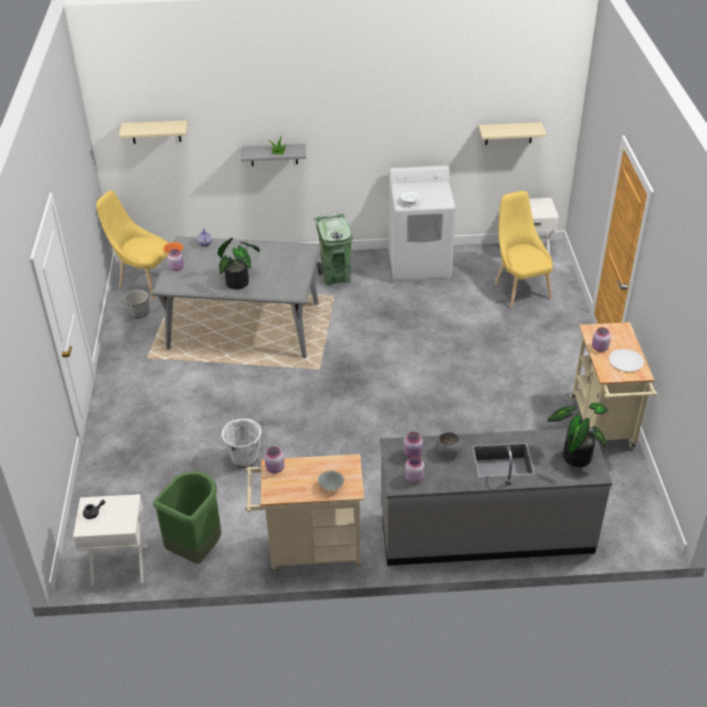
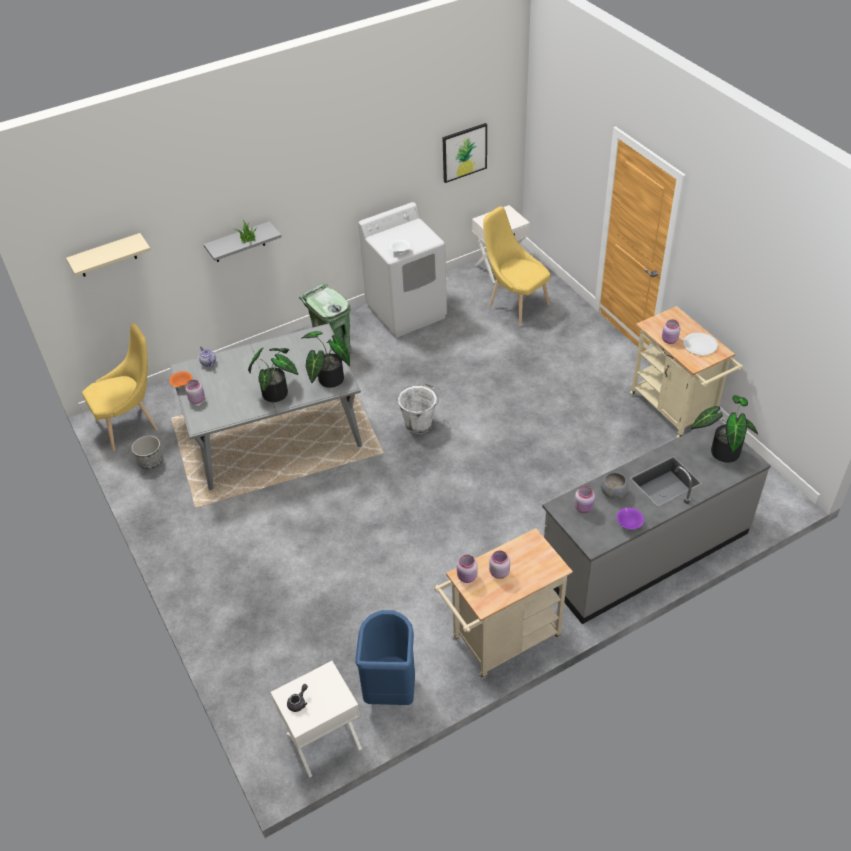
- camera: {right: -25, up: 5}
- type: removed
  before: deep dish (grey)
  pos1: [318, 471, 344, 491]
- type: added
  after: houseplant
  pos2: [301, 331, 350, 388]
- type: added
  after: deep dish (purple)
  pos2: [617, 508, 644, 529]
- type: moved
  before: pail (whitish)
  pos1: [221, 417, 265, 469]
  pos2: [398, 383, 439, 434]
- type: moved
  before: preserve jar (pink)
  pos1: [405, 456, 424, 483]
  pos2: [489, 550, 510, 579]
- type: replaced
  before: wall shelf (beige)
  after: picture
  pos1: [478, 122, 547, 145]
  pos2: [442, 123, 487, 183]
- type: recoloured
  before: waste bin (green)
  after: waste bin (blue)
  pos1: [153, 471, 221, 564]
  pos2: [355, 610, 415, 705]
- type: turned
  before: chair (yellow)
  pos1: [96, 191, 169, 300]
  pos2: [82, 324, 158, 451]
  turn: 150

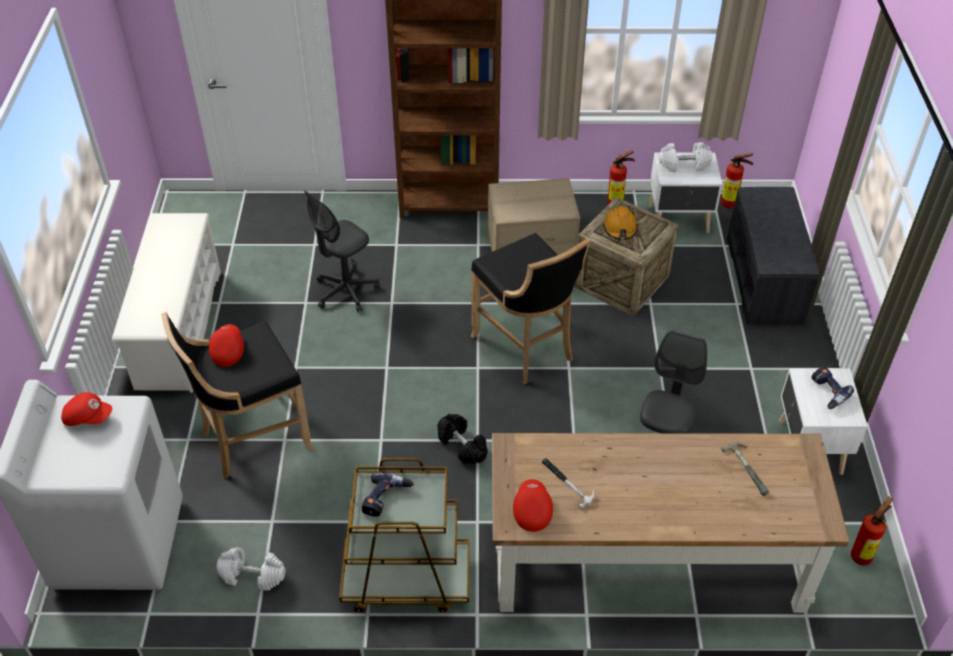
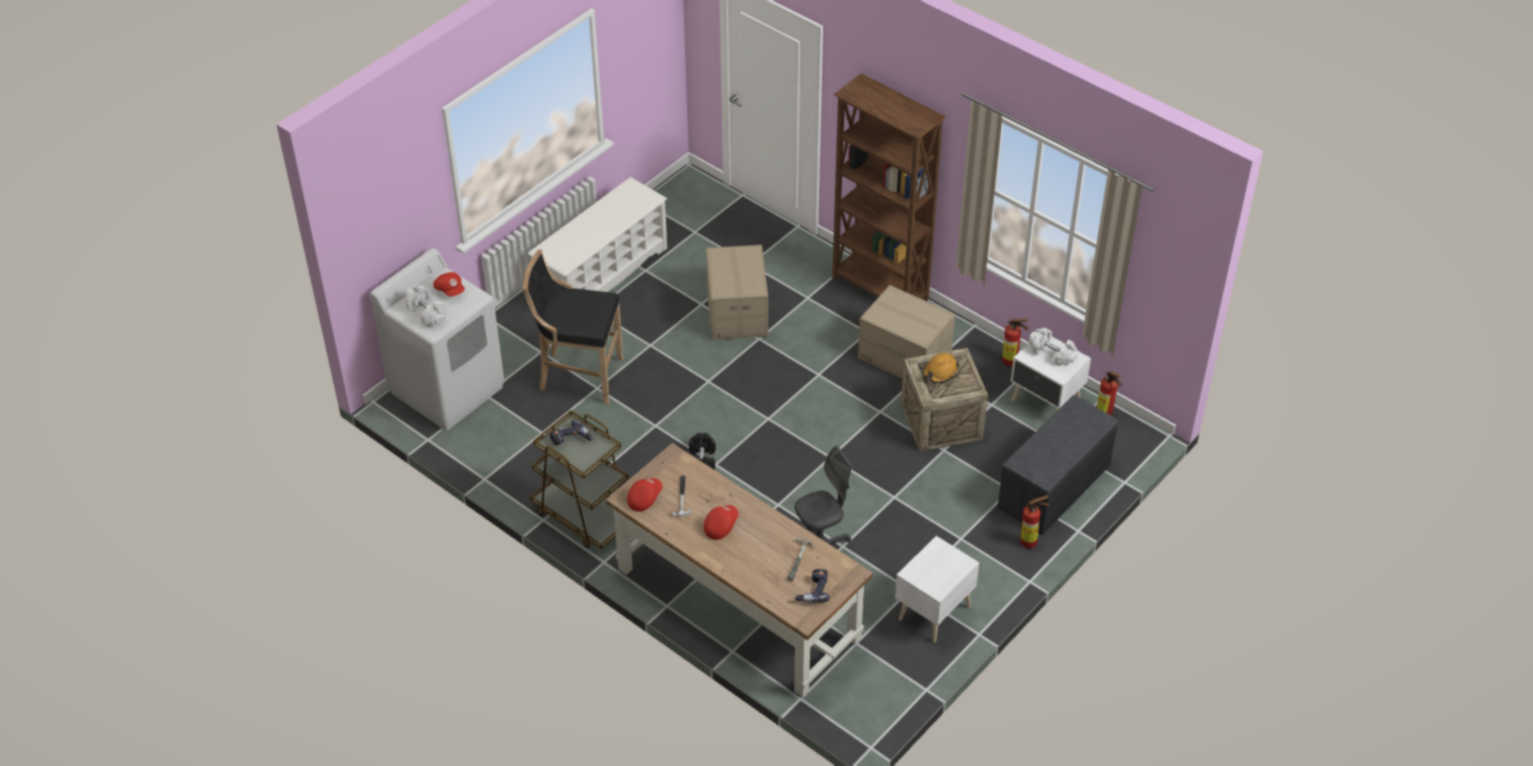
- camera: {right: 40, up: 0}
- type: removed
  before: stool (black)
  pos1: [471, 233, 590, 384]
- type: moved
  before: cap (reddish)
  pos1: [209, 324, 244, 367]
  pos2: [703, 505, 739, 540]
- type: moved
  before: dumbbell (whitish)
  pos1: [216, 548, 285, 590]
  pos2: [405, 286, 446, 327]
- type: moved
  before: drill
  pos1: [811, 366, 854, 409]
  pos2: [795, 569, 830, 603]
- type: moved
  before: fire-fighting cylinder
  pos1: [851, 497, 893, 565]
  pos2: [1020, 495, 1050, 548]
- type: replaced
  before: desk chair (grey)
  after: cardboard box
  pos1: [304, 190, 380, 312]
  pos2: [706, 245, 768, 340]

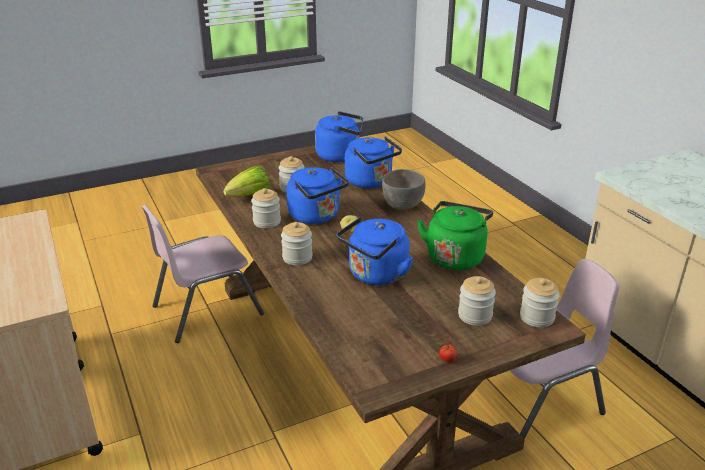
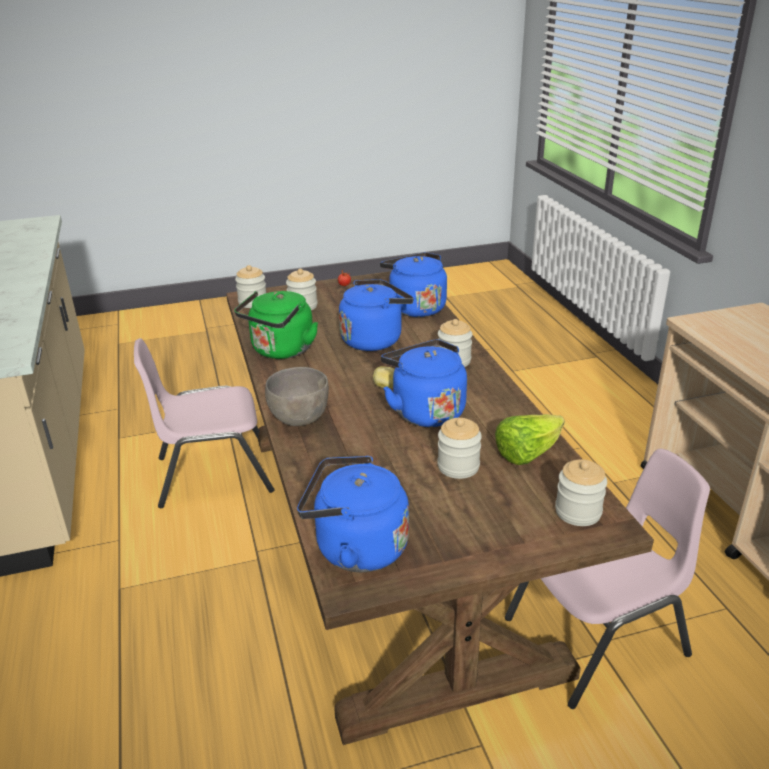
- camera: {right: -170, up: 0}
- type: moved
  before: preserve jar
  pos1: [251, 188, 281, 228]
  pos2: [555, 459, 607, 526]
- type: moved
  before: kettle (blue)
  pos1: [345, 136, 402, 188]
  pos2: [380, 252, 447, 317]

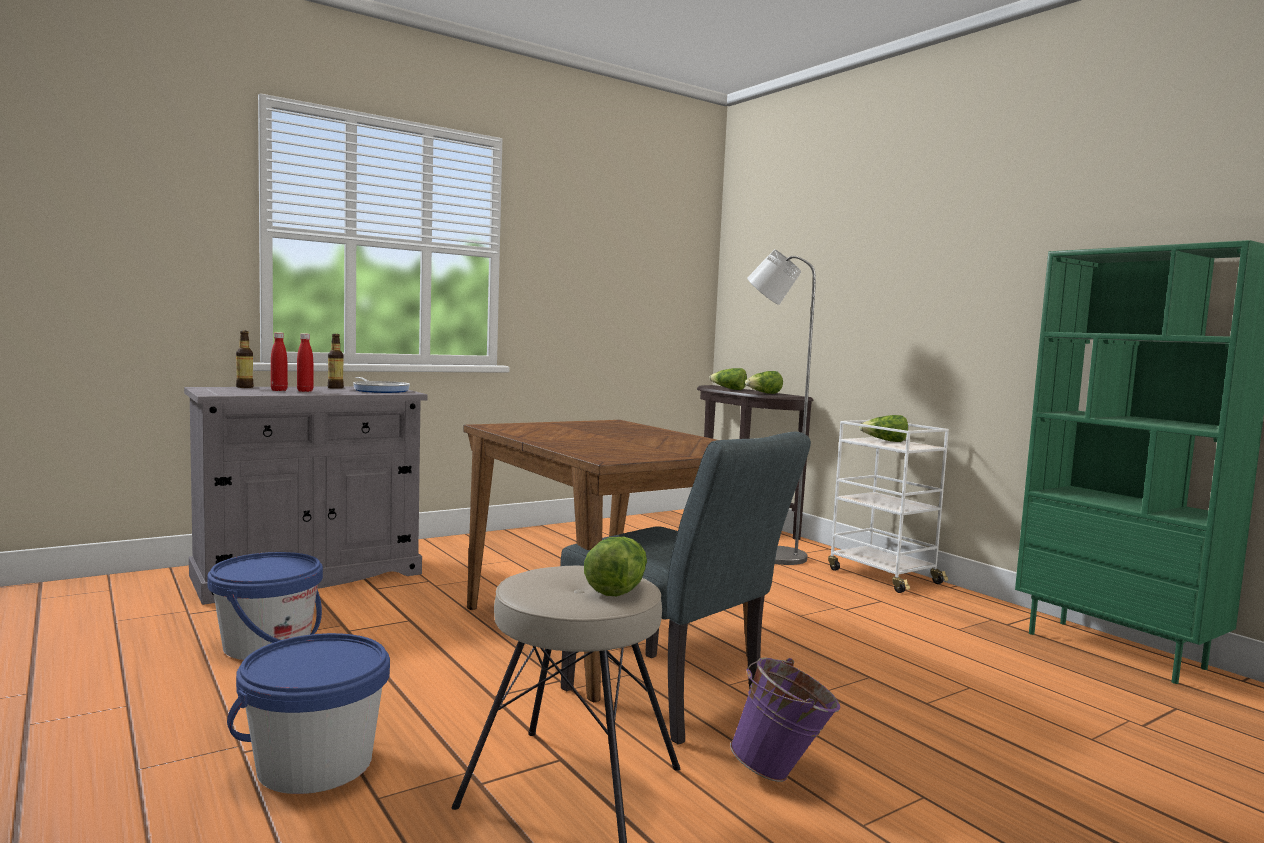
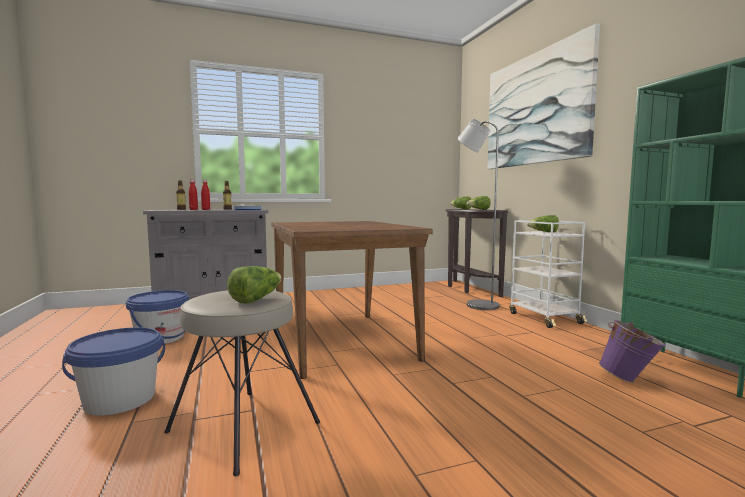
- camera: {right: 15, up: 0}
- type: removed
  before: chair (grey)
  pos1: [560, 432, 811, 745]
- type: added
  after: picture
  pos2: [488, 23, 600, 169]
- type: moved
  before: pail (purple)
  pos1: [730, 657, 840, 782]
  pos2: [599, 320, 666, 383]

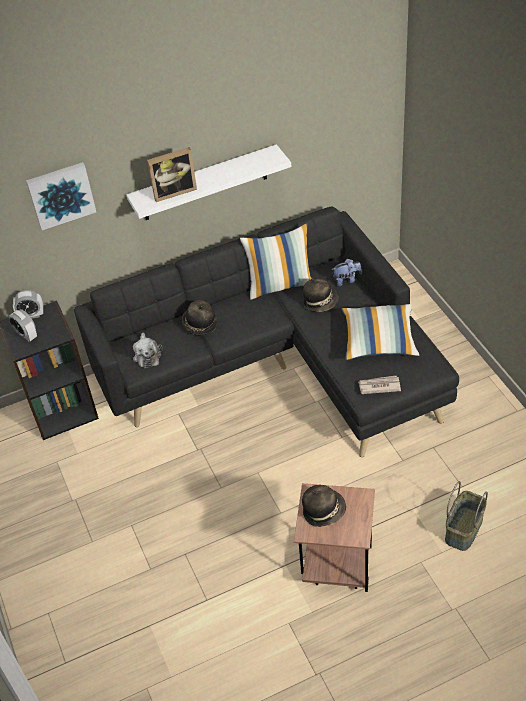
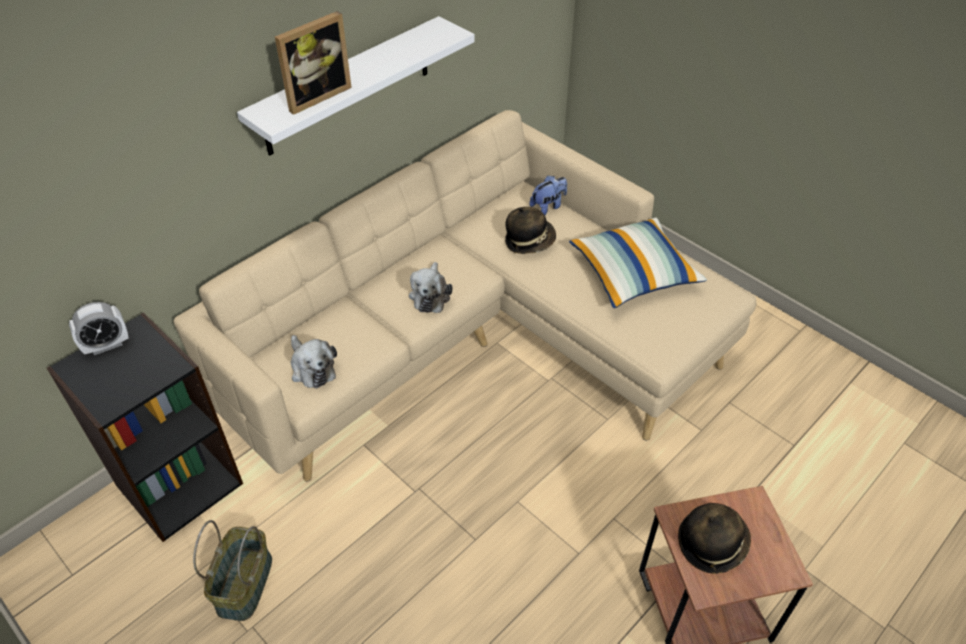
- camera: {right: -25, up: 0}
- type: removed
  before: table clock
  pos1: [9, 309, 37, 342]
- type: removed
  before: picture
  pos1: [26, 162, 96, 230]
- type: removed
  before: hat
  pos1: [182, 300, 217, 335]
- type: removed
  before: pillow
  pos1: [240, 223, 312, 300]
- type: removed
  before: newspaper
  pos1: [358, 376, 401, 394]
- type: added
  after: plush toy
  pos2: [409, 262, 453, 313]
- type: moved
  before: household basket
  pos1: [445, 481, 488, 551]
  pos2: [193, 520, 272, 621]
- type: recoloured
  before: settee (black)
  after: settee (beige)
  pos1: [74, 207, 459, 457]
  pos2: [174, 110, 756, 481]

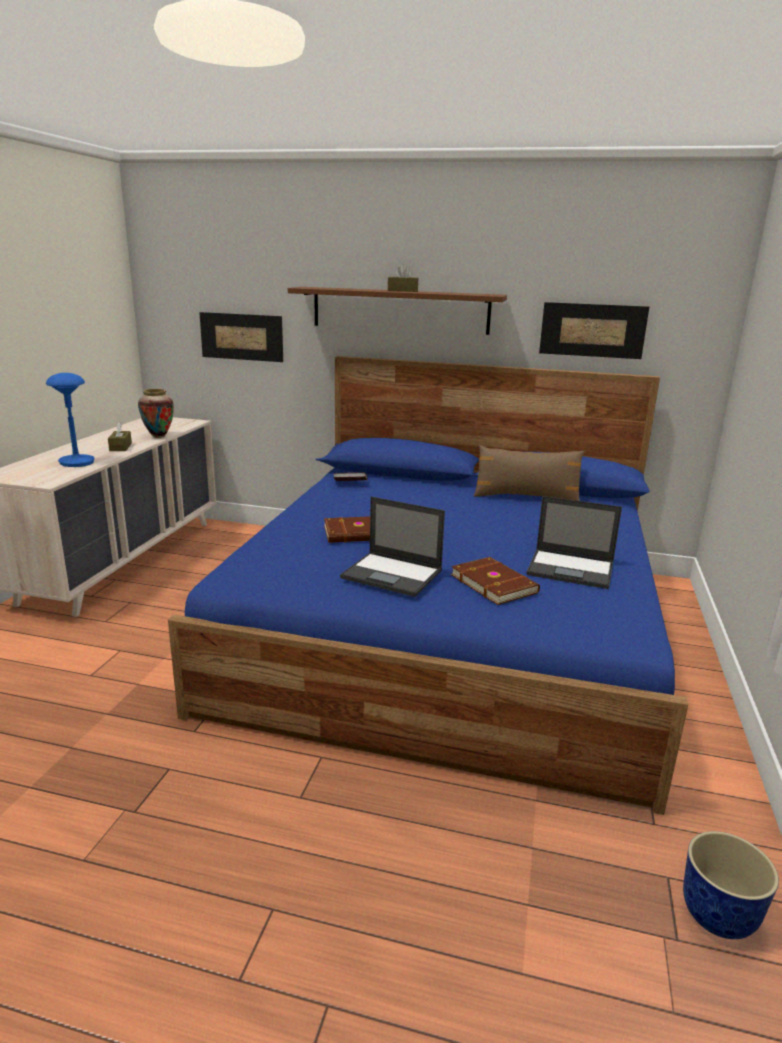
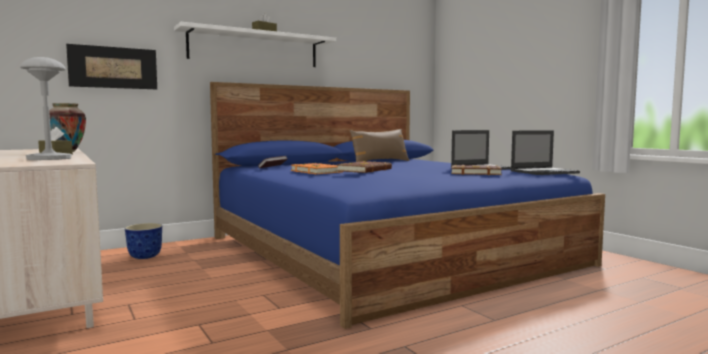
- camera: {right: -45, up: -15}
- type: removed
  before: picture
  pos1: [539, 302, 649, 359]
- type: added
  after: volume (orangey)
  pos2: [291, 163, 344, 174]
- type: moved
  before: notebook computer
  pos1: [340, 497, 445, 597]
  pos2: [511, 130, 580, 175]
- type: moved
  before: planter
  pos1: [683, 831, 779, 939]
  pos2: [125, 223, 162, 259]
- type: recoloured
  before: lamp for a table (blue)
  after: lamp for a table (grey)
  pos1: [46, 373, 95, 467]
  pos2: [20, 57, 72, 160]
- type: recoloured
  before: wall shelf (brown-coloured)
  after: wall shelf (whitish)
  pos1: [288, 287, 507, 335]
  pos2: [174, 22, 336, 67]

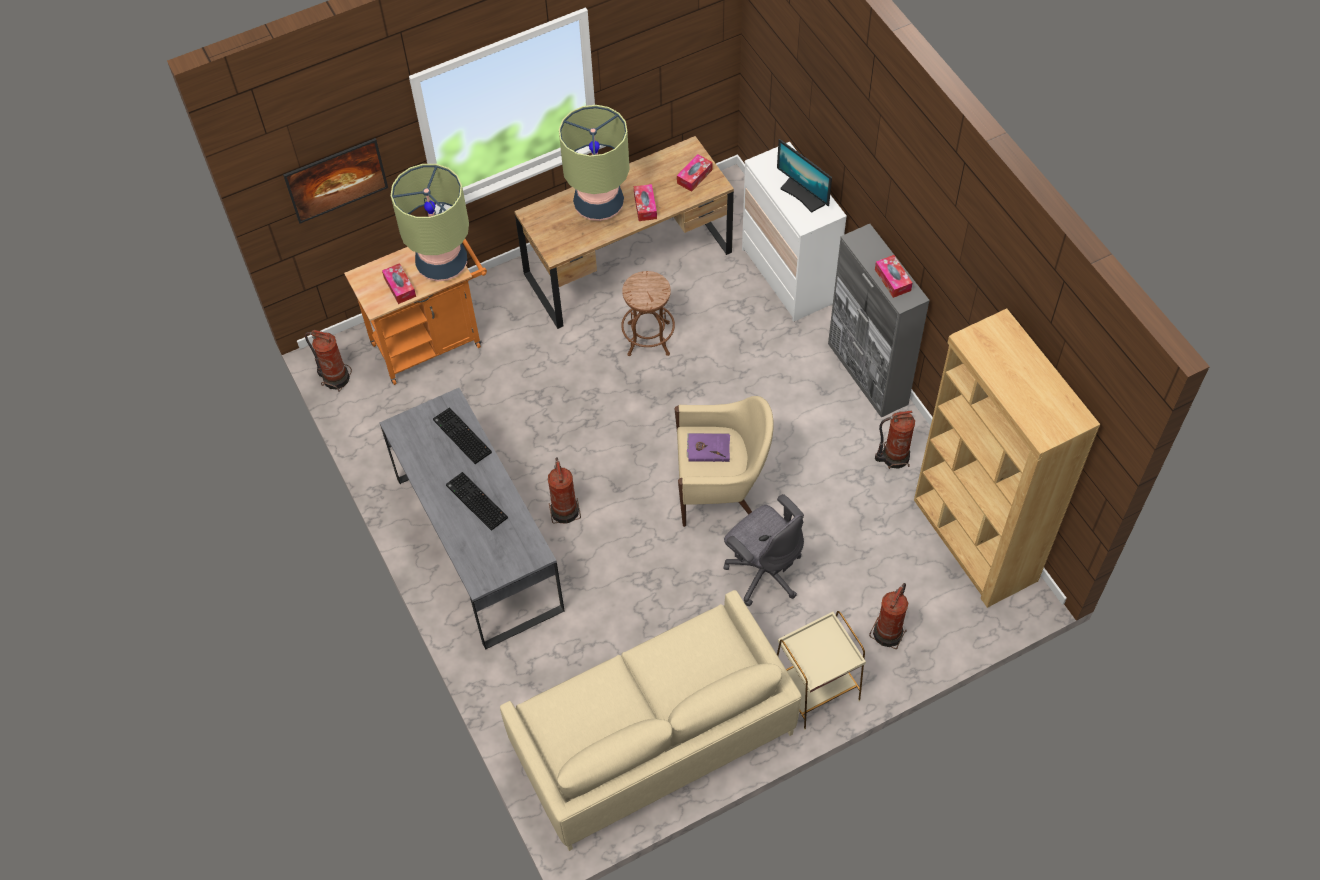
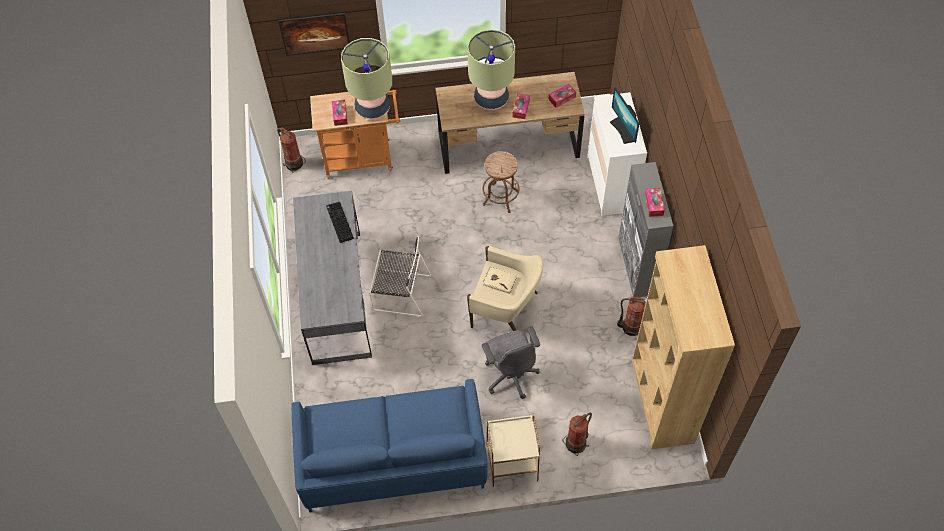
- camera: {right: 20, up: 0}
- type: removed
  before: PC keyboard
  pos1: [446, 472, 508, 531]
- type: replaced
  before: fire-fighting cylinder
  after: chair (black)
  pos1: [548, 457, 581, 524]
  pos2: [369, 236, 431, 317]
- type: recoloured
  before: settee (beige)
  after: settee (blue)
  pos1: [500, 590, 802, 851]
  pos2: [292, 379, 488, 512]
- type: recoloured
  before: volume (purple)
  after: volume (beige)
  pos1: [687, 433, 730, 462]
  pos2: [483, 267, 517, 294]

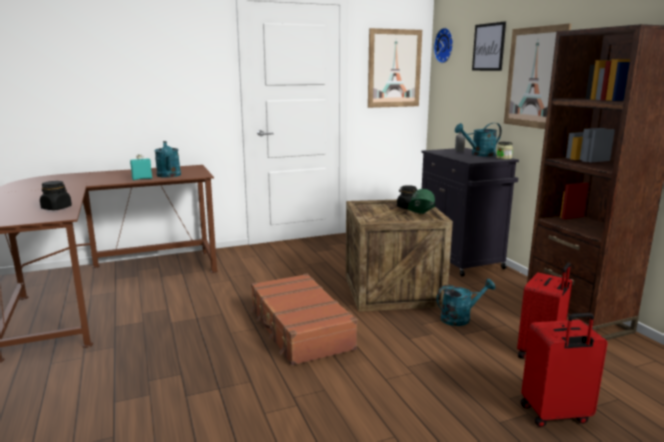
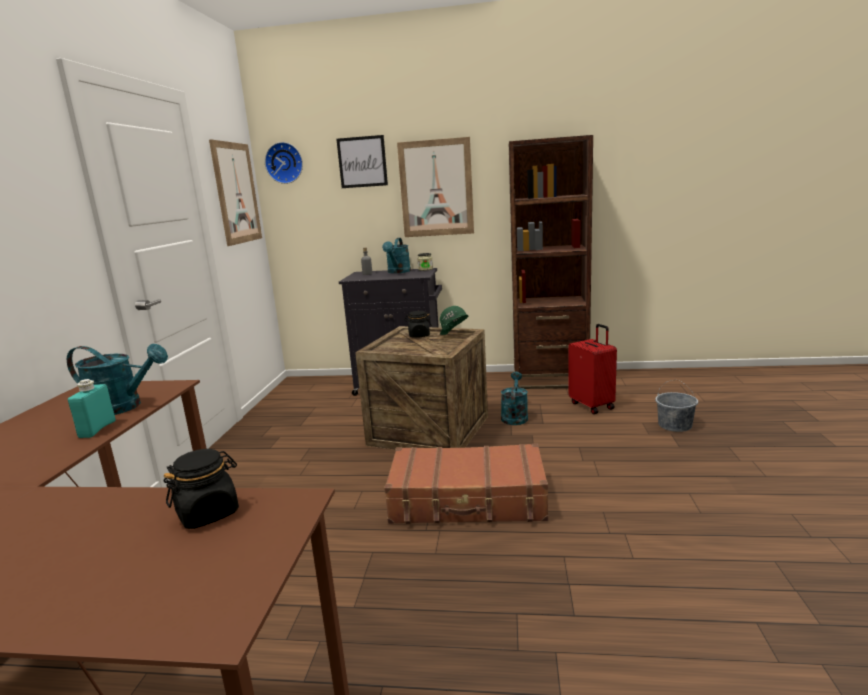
- camera: {right: -60, up: 0}
- type: replaced
  before: suitcase (reddish)
  after: pail (grey)
  pos1: [521, 313, 608, 427]
  pos2: [655, 380, 698, 432]

